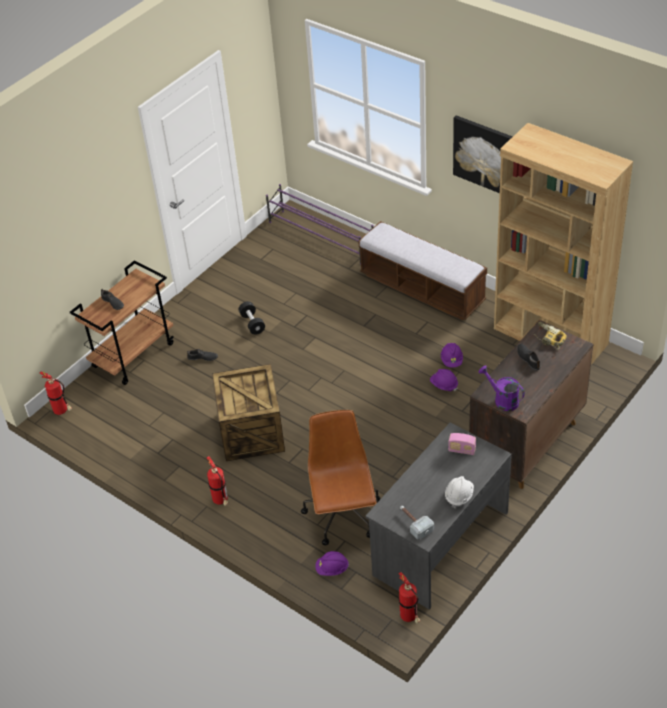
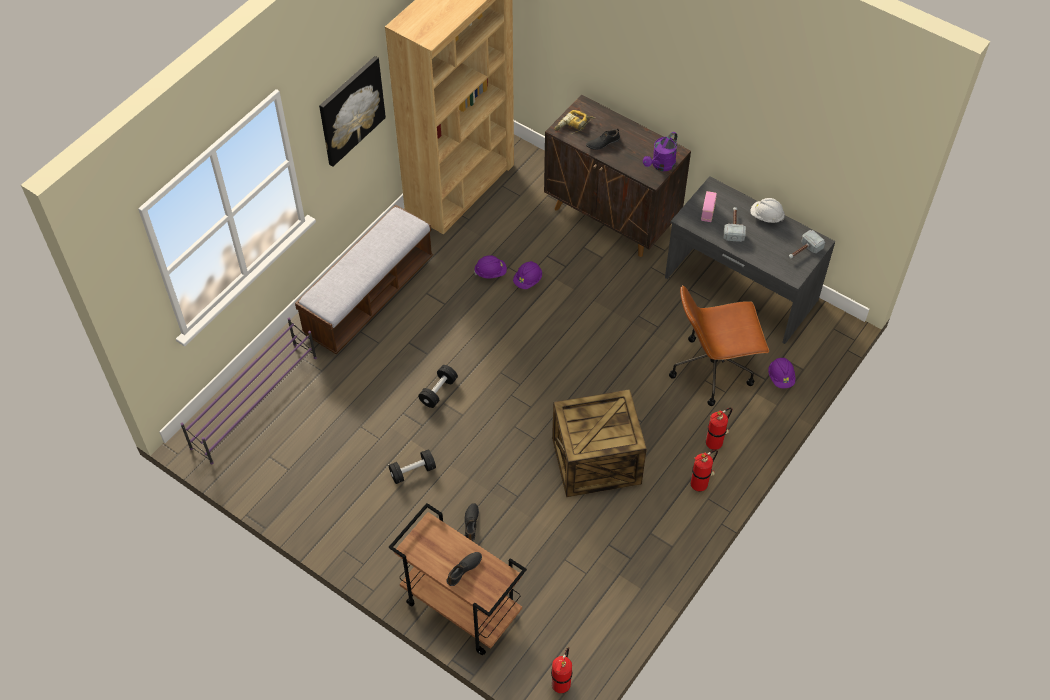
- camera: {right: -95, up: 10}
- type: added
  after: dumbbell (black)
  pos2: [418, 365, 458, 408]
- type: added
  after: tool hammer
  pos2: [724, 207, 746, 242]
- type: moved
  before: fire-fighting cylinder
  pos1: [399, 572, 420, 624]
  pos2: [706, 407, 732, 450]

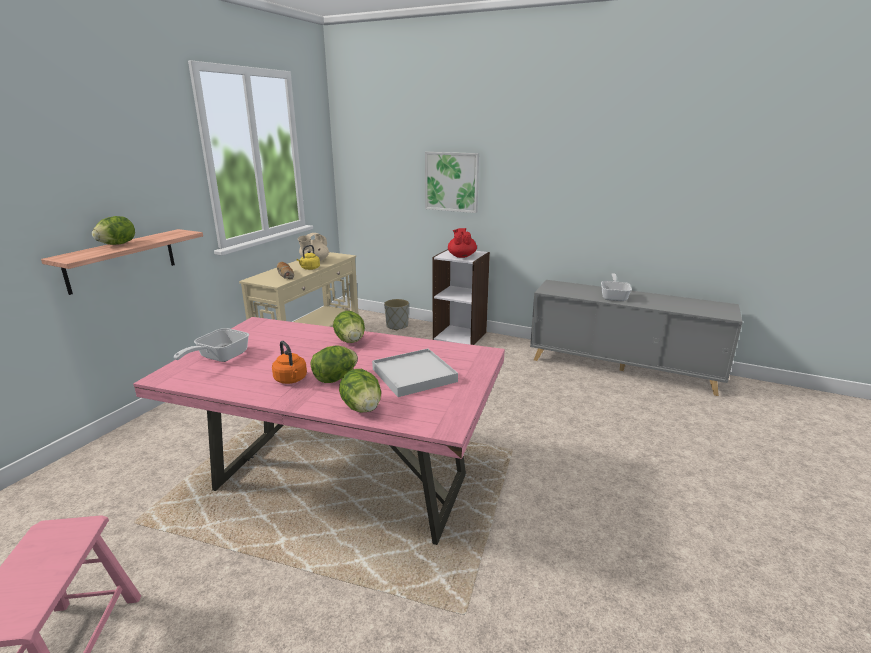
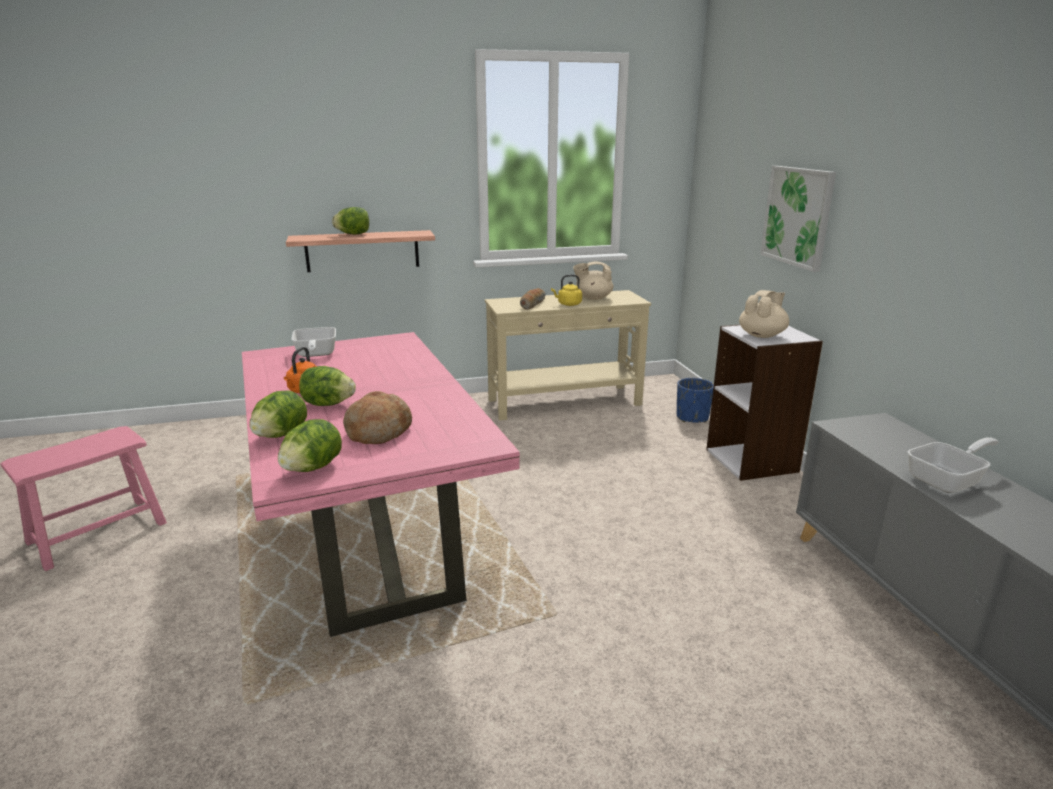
- camera: {right: 50, up: 0}
- type: moved
  before: lettuce head
  pos1: [333, 311, 365, 343]
  pos2: [278, 419, 342, 472]
- type: replaced
  before: tray (whitish)
  after: bakery bread
  pos1: [372, 348, 458, 397]
  pos2: [343, 391, 412, 444]
- type: recoloured
  before: planter (grey)
  after: planter (blue)
  pos1: [384, 299, 409, 331]
  pos2: [677, 378, 714, 423]
- type: recoloured
  before: teapot (reddish)
  after: teapot (beige)
  pos1: [448, 228, 477, 258]
  pos2: [739, 290, 789, 338]
- type: turned
  before: frying pan
  pos1: [174, 328, 249, 362]
  pos2: [291, 327, 336, 357]
  turn: -90

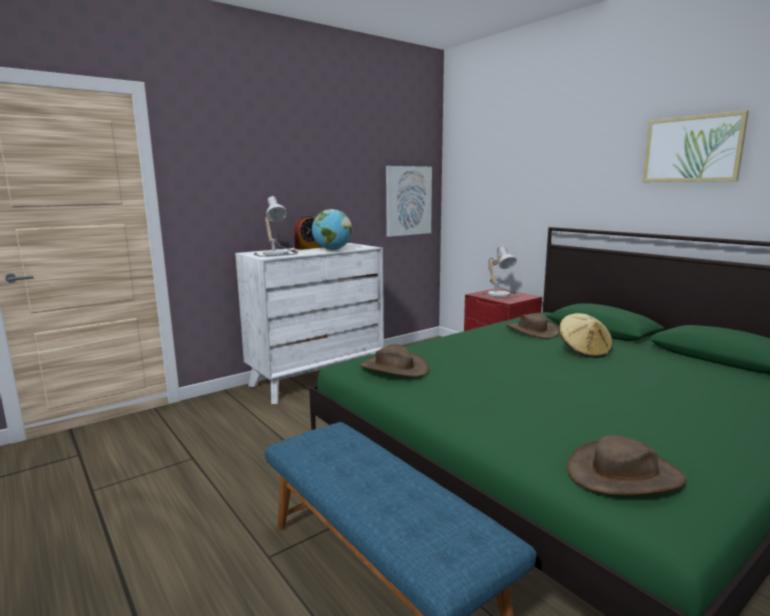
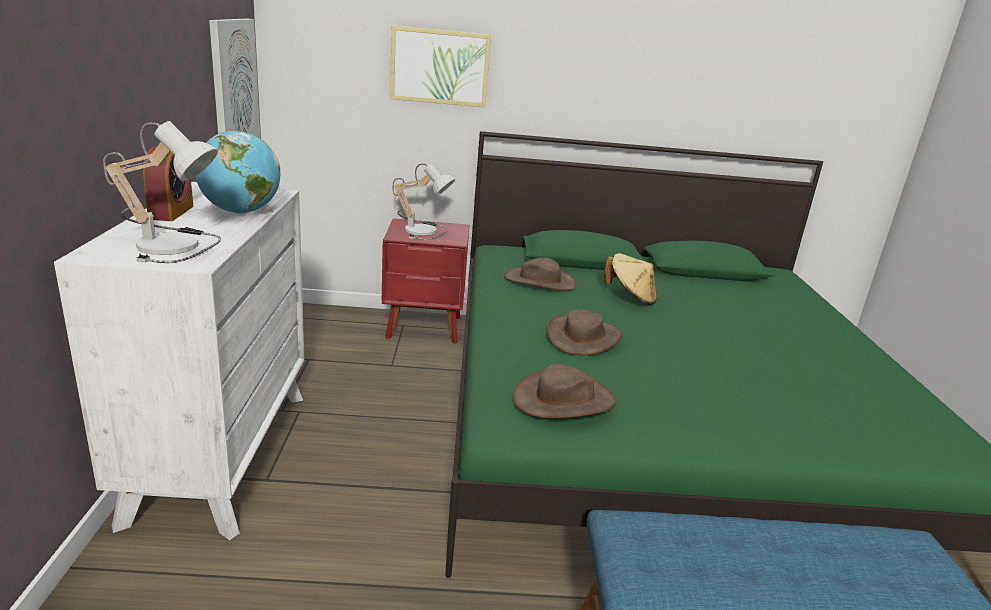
- camera: {right: -55, up: 10}
- type: moved
  before: hat (brown-coloured)
  pos1: [567, 435, 687, 495]
  pos2: [547, 309, 623, 355]
- type: moved
  before: picture
  pos1: [643, 110, 749, 182]
  pos2: [390, 25, 491, 107]

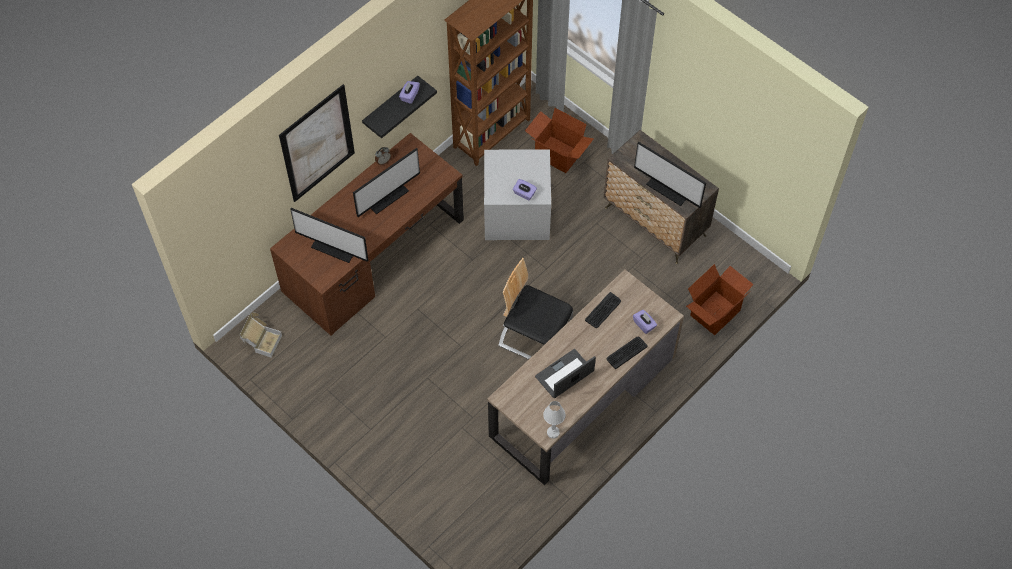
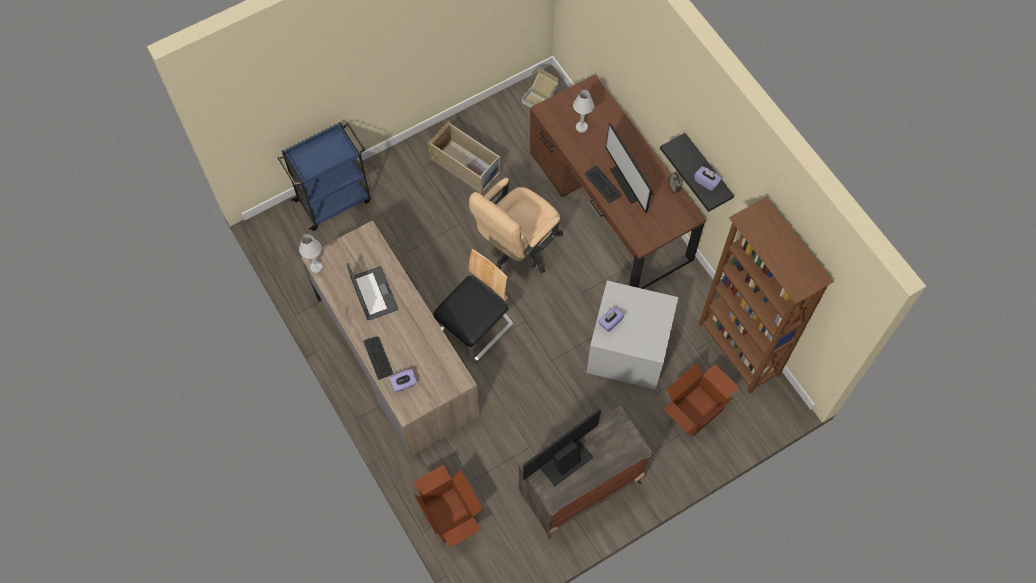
- camera: {right: 105, up: 5}
- type: removed
  before: picture
  pos1: [279, 84, 355, 202]
- type: added
  after: cart (blue)
  pos2: [278, 122, 371, 231]
- type: added
  after: storage bin (beige)
  pos2: [428, 121, 501, 194]
- type: added
  after: desk chair (beige)
  pos2: [469, 178, 563, 273]
- type: moved
  before: PC keyboard
  pos1: [585, 292, 621, 328]
  pos2: [585, 165, 621, 203]
- type: replaced
  before: monitor
  after: lamp for a table (whitish)
  pos1: [290, 208, 368, 263]
  pos2: [573, 90, 594, 133]

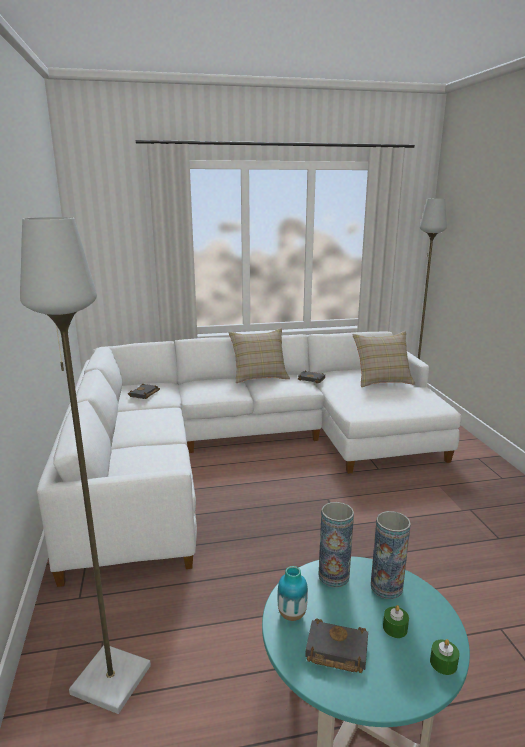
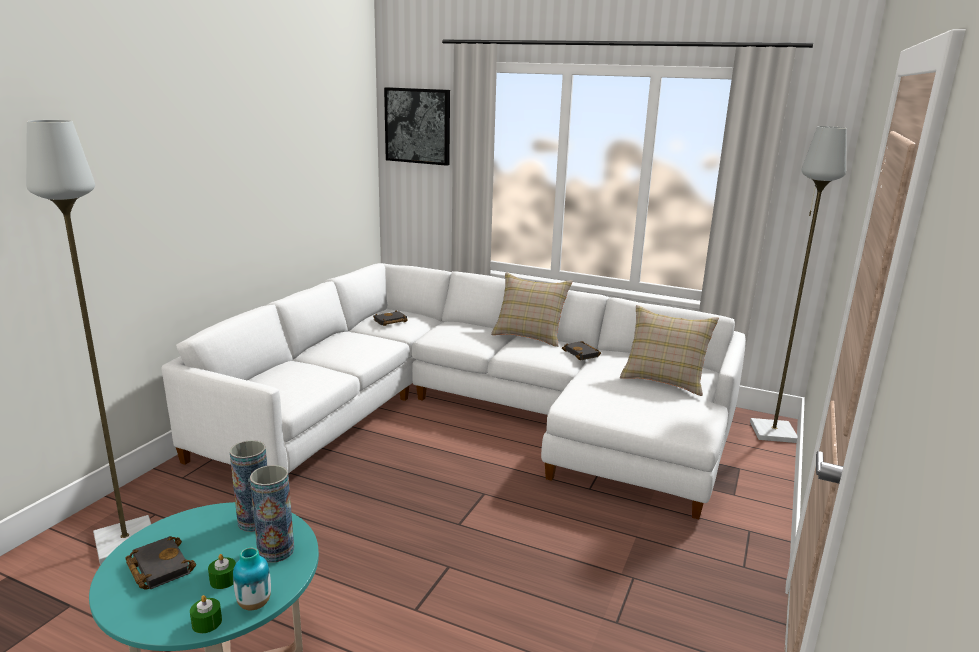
- camera: {right: 35, up: 0}
- type: added
  after: picture
  pos2: [384, 87, 450, 166]
- type: moved
  before: decorative vase
  pos1: [277, 566, 308, 621]
  pos2: [233, 547, 271, 611]

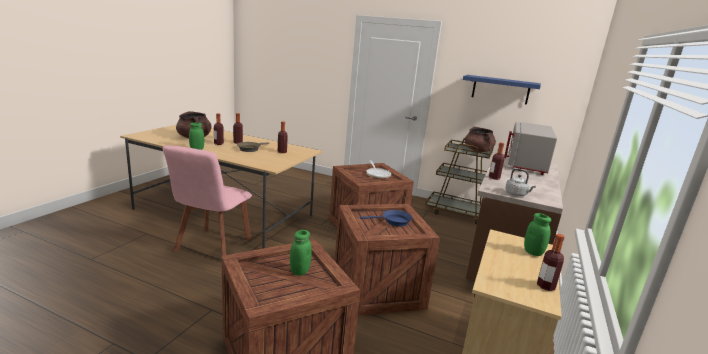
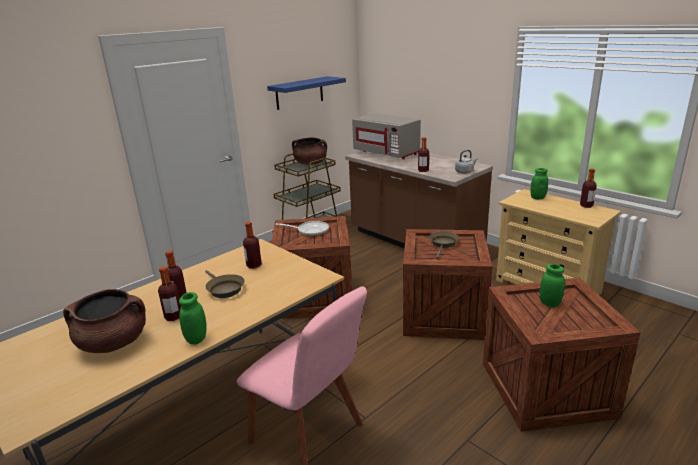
- camera: {right: -65, up: 5}
- type: recoloured
  before: frying pan (blue)
  after: frying pan (brown-coloured)
  pos1: [360, 210, 412, 227]
  pos2: [429, 231, 459, 259]

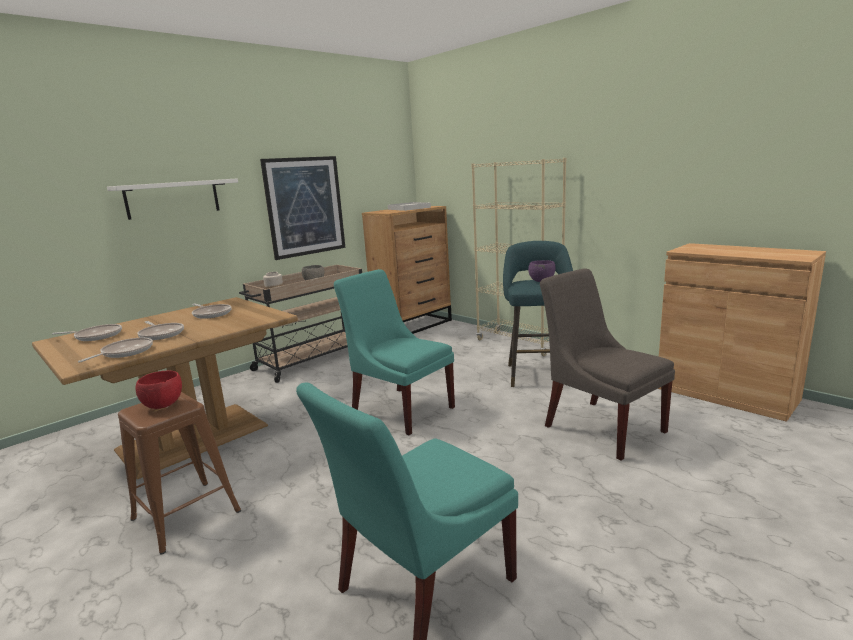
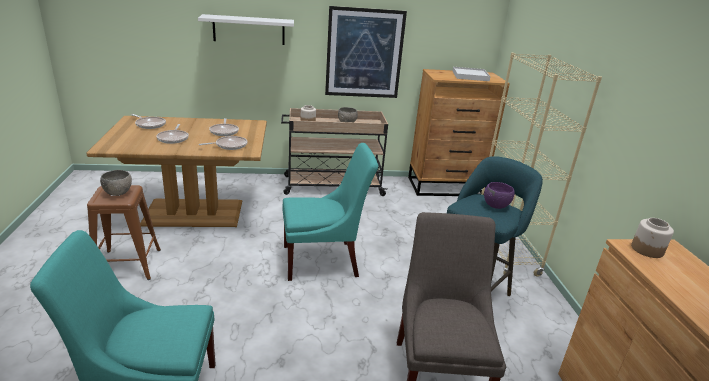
- camera: {right: 35, up: 10}
- type: added
  after: preserve jar
  pos2: [631, 218, 674, 258]
- type: moved
  before: frying pan
  pos1: [78, 338, 153, 362]
  pos2: [199, 136, 247, 150]
- type: recoloured
  before: deep dish (reddish)
  after: deep dish (grey)
  pos1: [136, 370, 182, 409]
  pos2: [100, 170, 132, 196]
- type: turned
  before: chair (turquoise)
  pos1: [334, 269, 455, 435]
  pos2: [282, 143, 378, 281]
  turn: 90

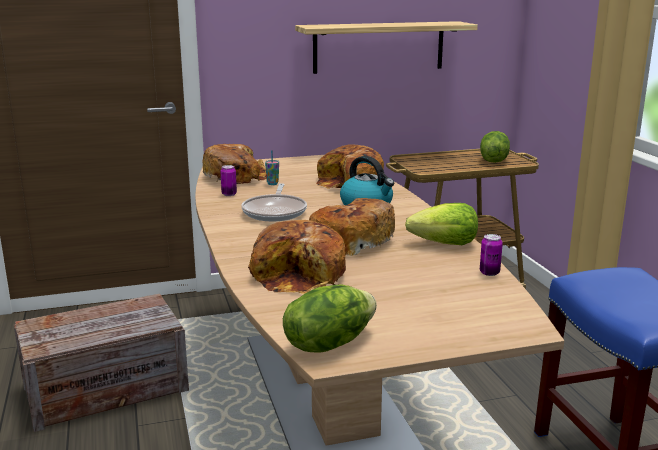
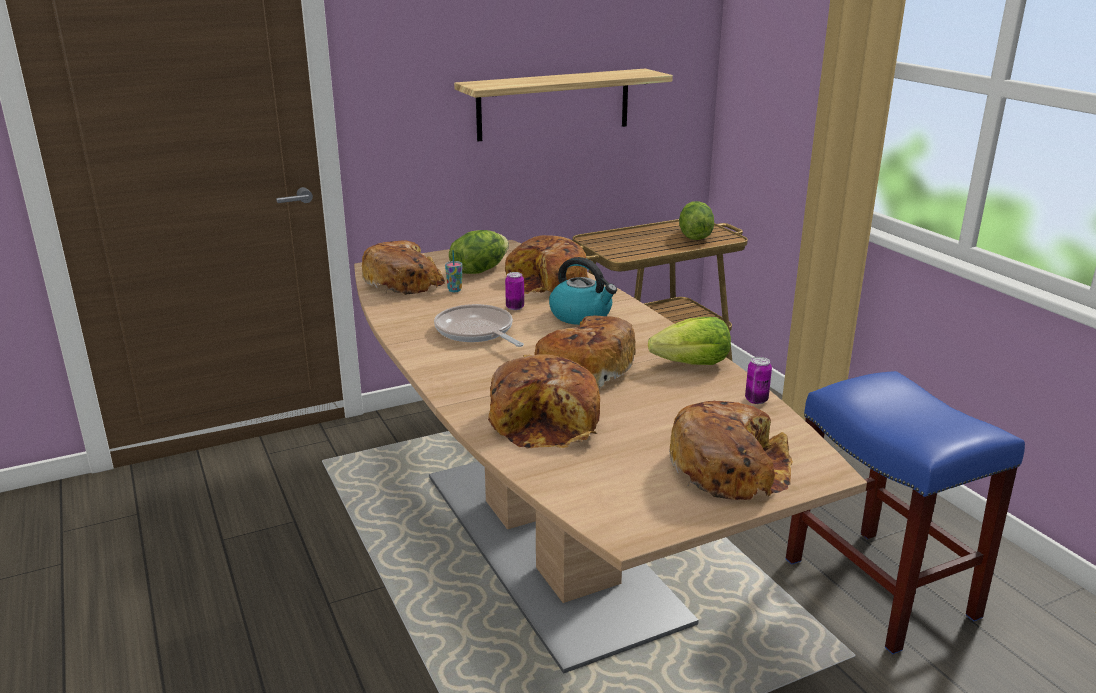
- camera: {right: -10, up: 5}
- type: removed
  before: crate
  pos1: [14, 294, 189, 432]
- type: added
  after: bakery bread
  pos2: [669, 401, 793, 500]
- type: moved
  before: can
  pos1: [220, 165, 237, 196]
  pos2: [505, 272, 524, 310]
- type: moved
  before: lettuce head
  pos1: [283, 285, 377, 353]
  pos2: [449, 230, 509, 274]
- type: turned
  before: frying pan
  pos1: [241, 183, 307, 222]
  pos2: [434, 304, 524, 347]
  turn: 150

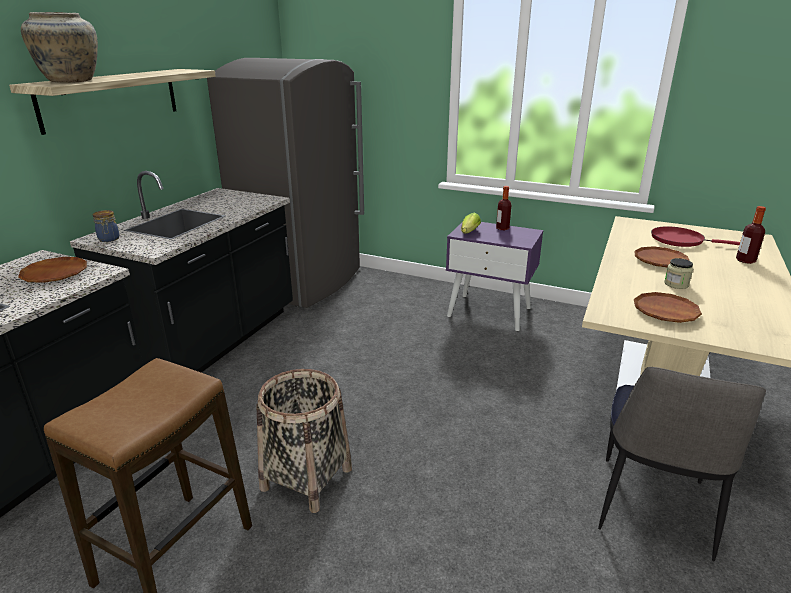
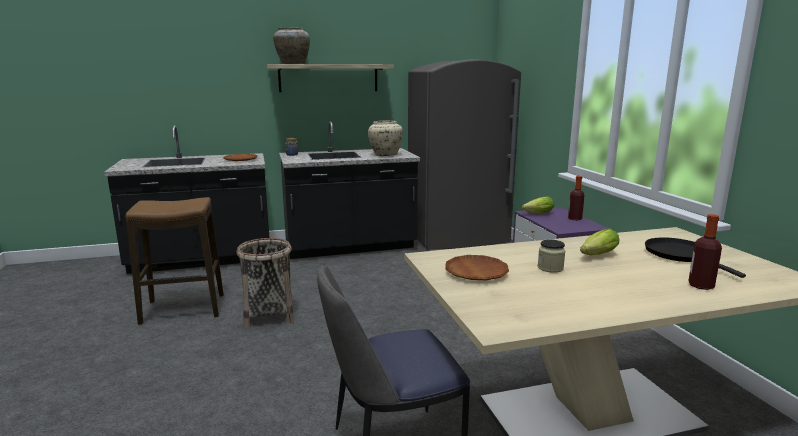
- camera: {right: 50, up: -10}
- type: added
  after: decorative vase (beige)
  pos2: [368, 121, 403, 156]
- type: replaced
  before: dinner plate (brown-coloured)
  after: lettuce head
  pos1: [634, 246, 689, 267]
  pos2: [580, 229, 619, 255]
- type: recoloured
  before: frying pan (reddish)
  after: frying pan (black)
  pos1: [651, 226, 740, 247]
  pos2: [645, 237, 746, 278]

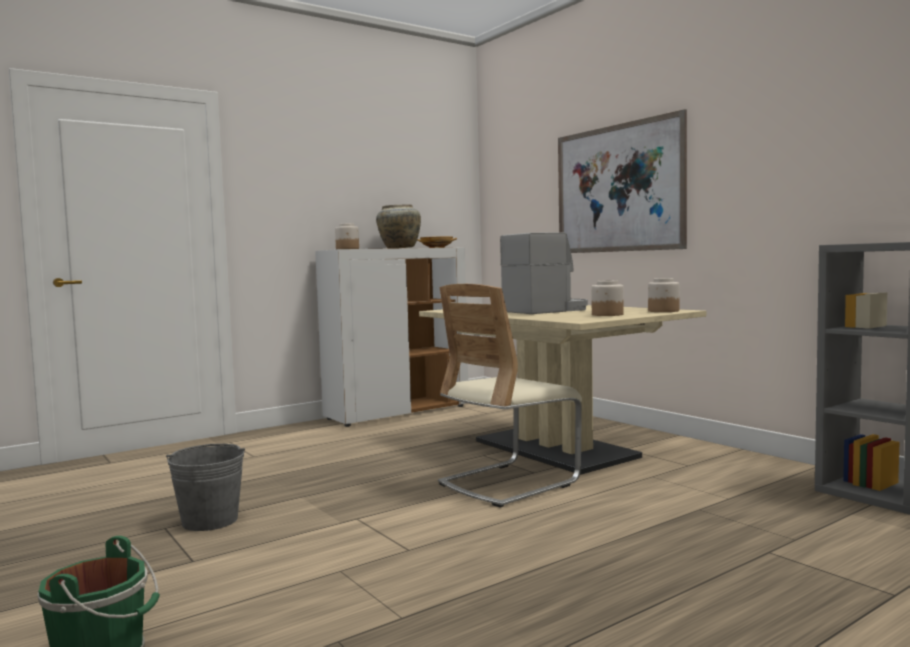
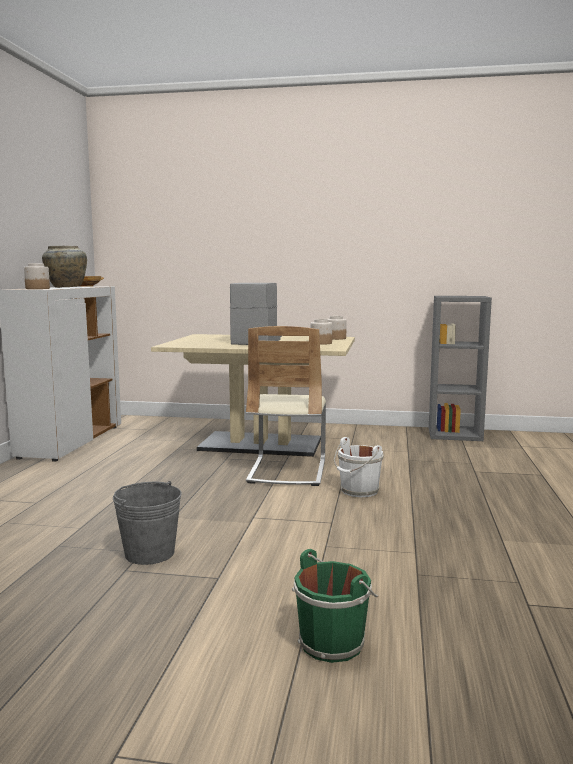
- camera: {right: -45, up: 5}
- type: removed
  before: picture
  pos1: [558, 109, 687, 253]
- type: added
  after: pail (whitish)
  pos2: [334, 437, 384, 497]

